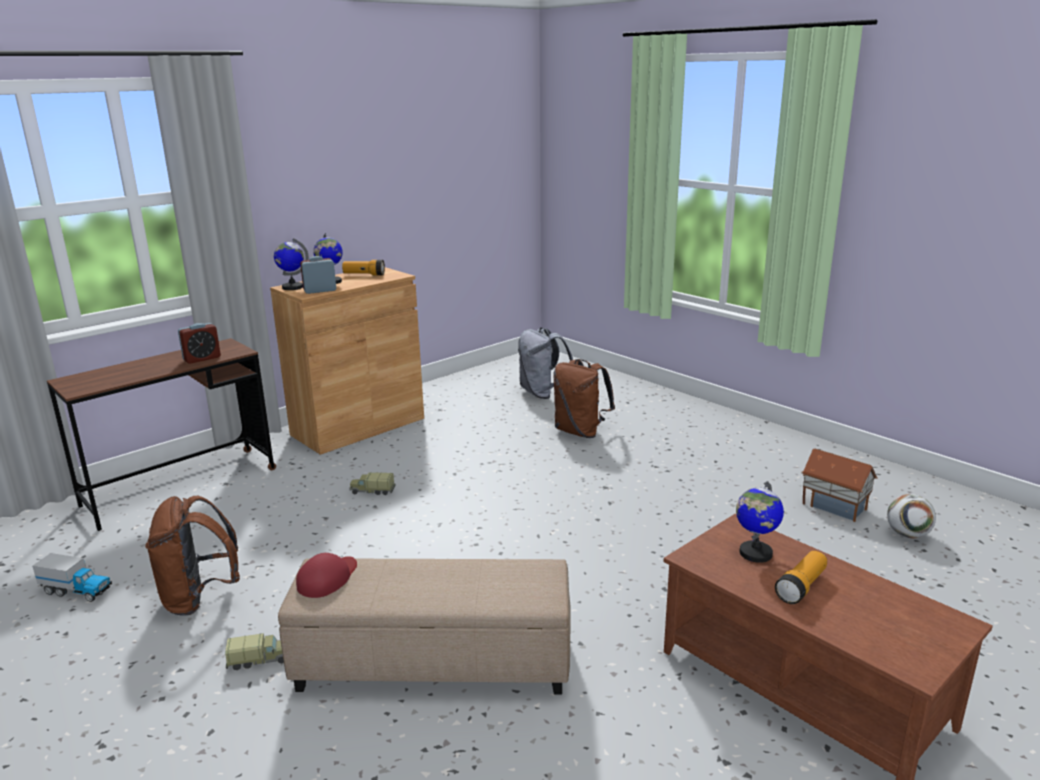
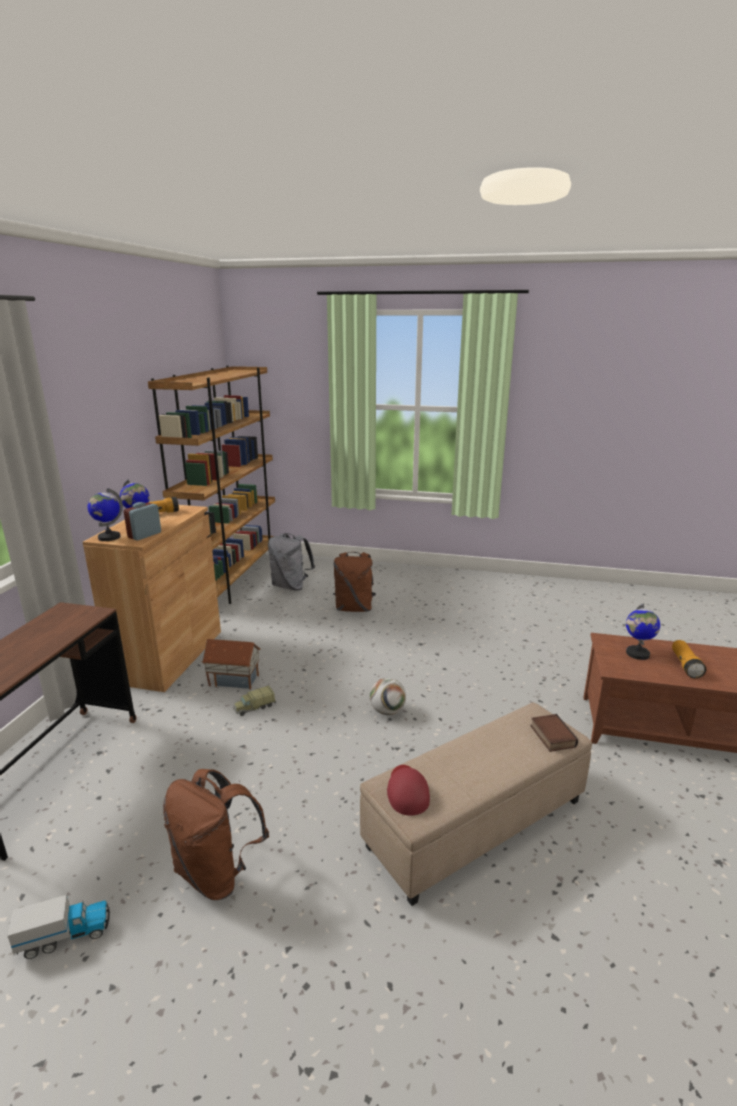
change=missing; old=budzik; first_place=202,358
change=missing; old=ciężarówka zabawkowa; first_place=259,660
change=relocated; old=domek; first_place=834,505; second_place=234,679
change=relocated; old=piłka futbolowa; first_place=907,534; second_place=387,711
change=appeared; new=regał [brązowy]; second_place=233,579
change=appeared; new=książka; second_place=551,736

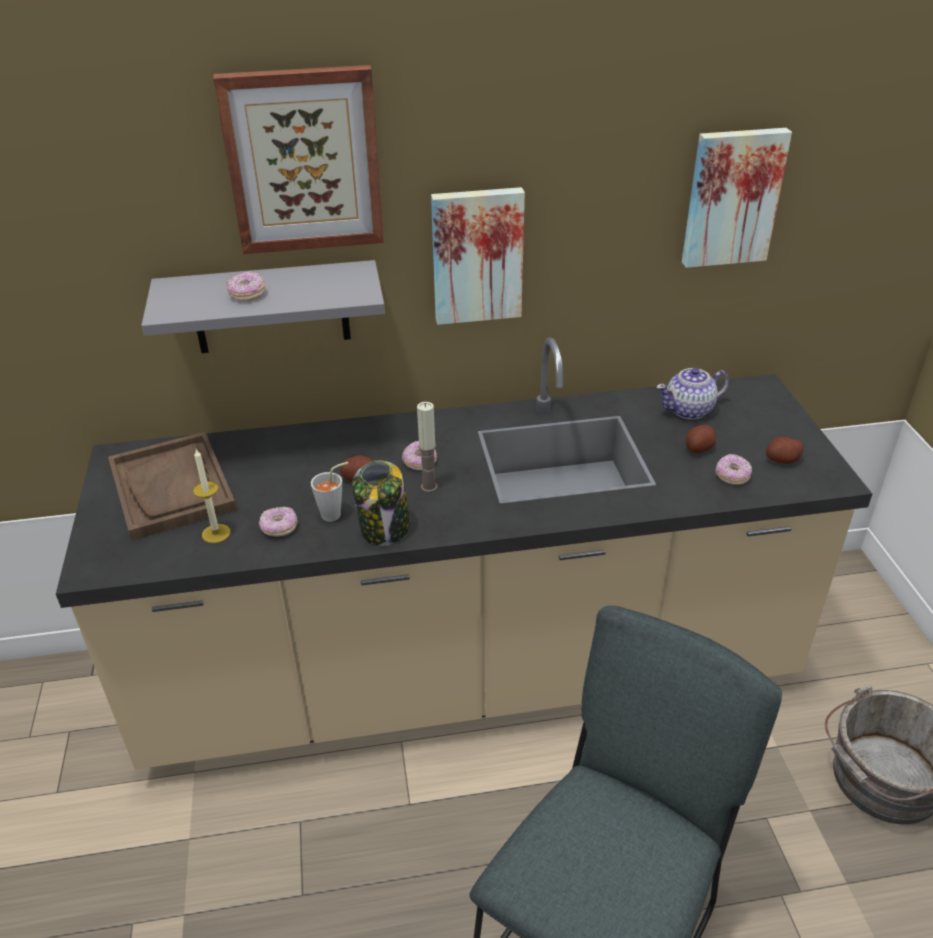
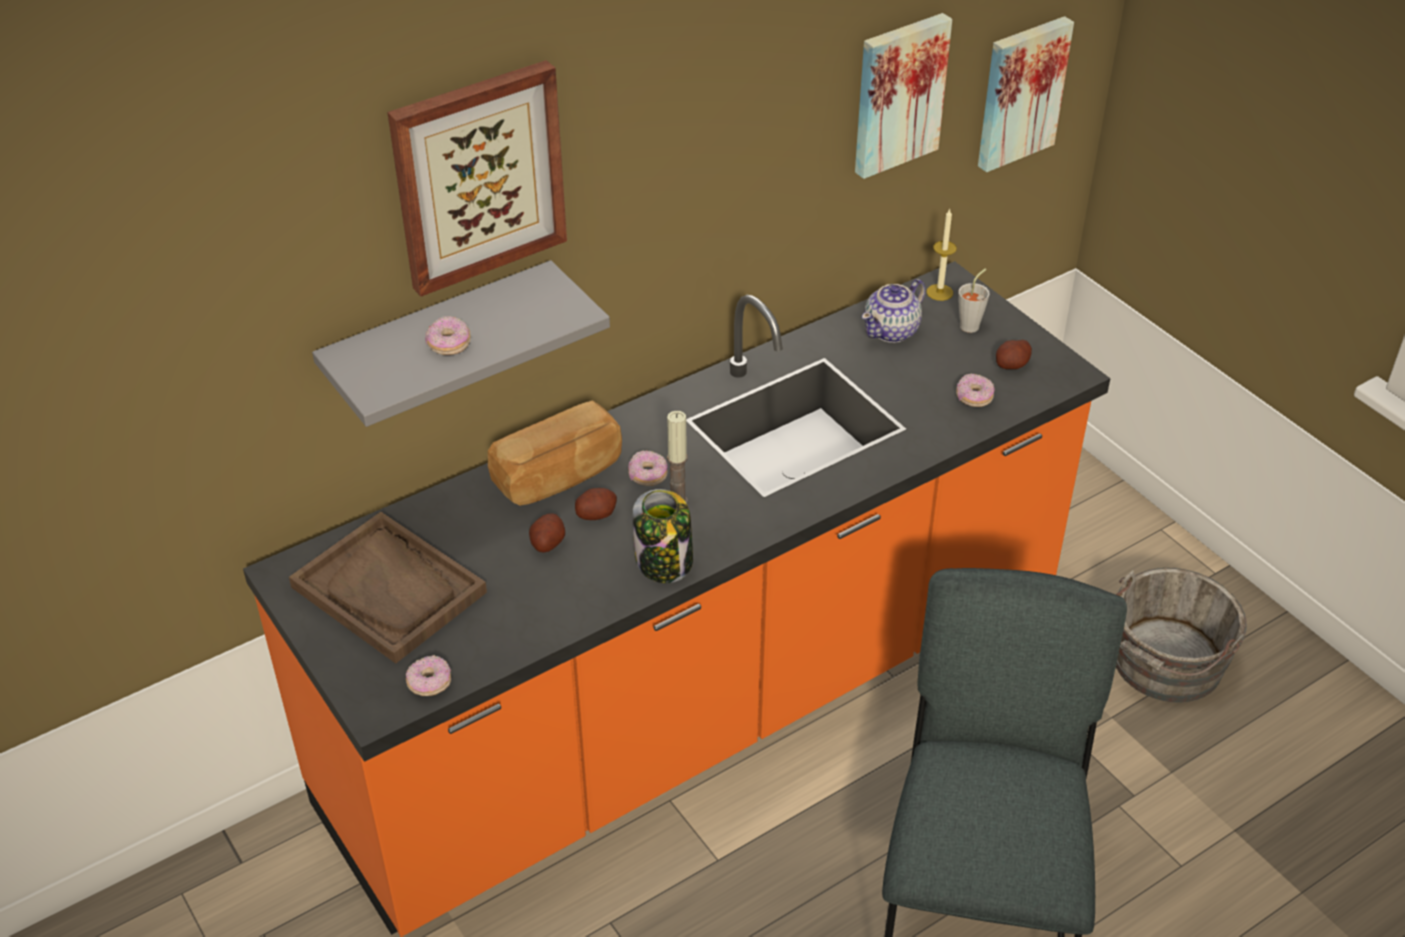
change=colour; old=zabudowa kuchenna [beżowy]; new=zabudowa kuchenna [pomarańczowy]; first_place=469,674; second_place=702,701
change=relocated; old=świeca; first_place=216,533; second_place=939,292
change=relocated; old=donut; first_place=279,528; second_place=430,683
change=relocated; old=filiżanka [szary]; first_place=335,514; second_place=972,324
change=relocated; old=obraz; first_place=477,255; second_place=1020,92
change=relocated; old=ziemniak; first_place=698,448; second_place=547,543
change=appeared; new=chleb; second_place=559,475

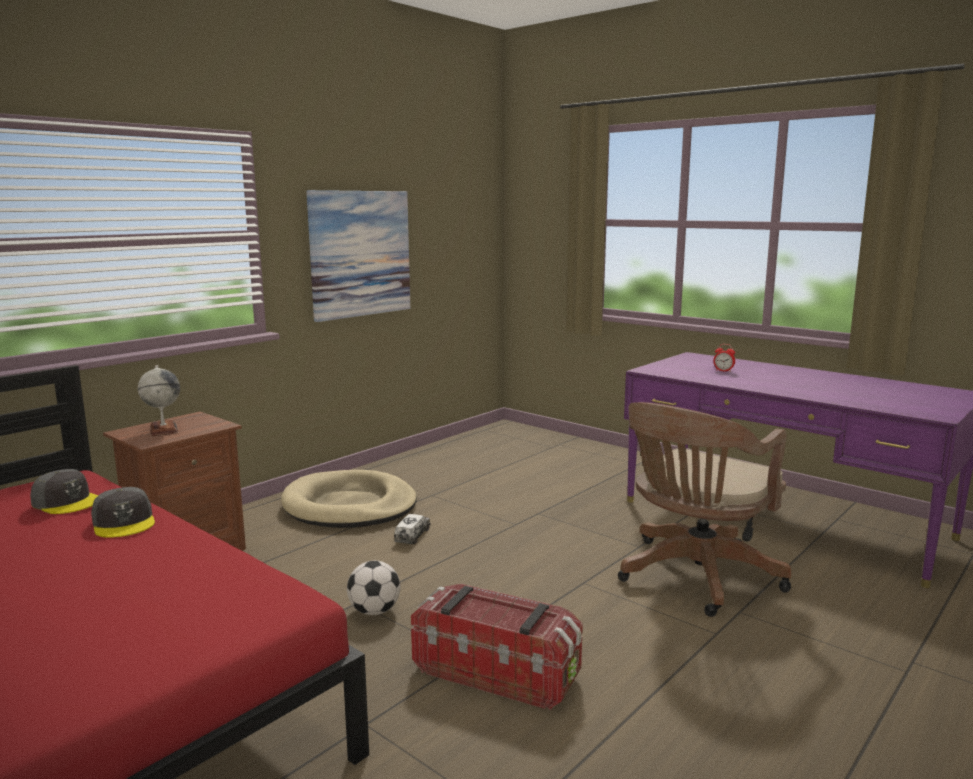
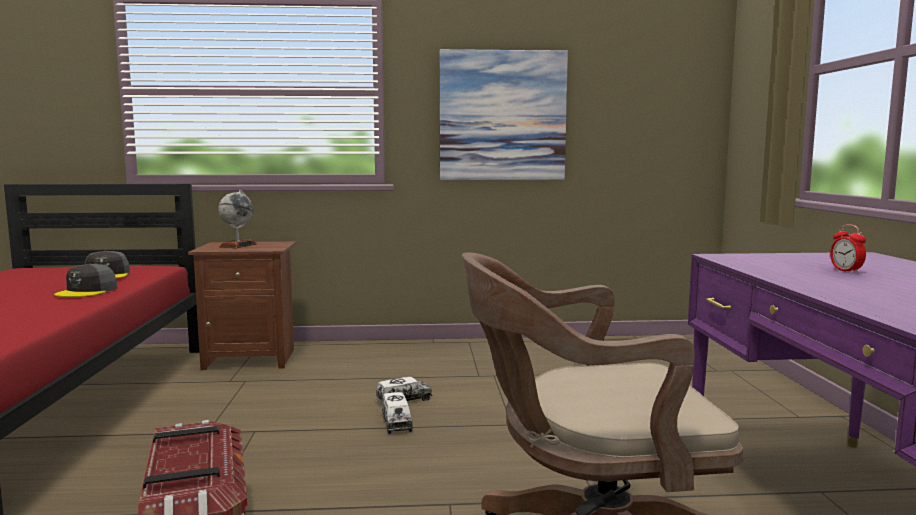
change=missing; old=legowisko [beżowy]; first_place=349,506
change=missing; old=piłka futbolowa; first_place=374,611
change=appeared; new=ciężarówka zabawkowa; second_place=396,423

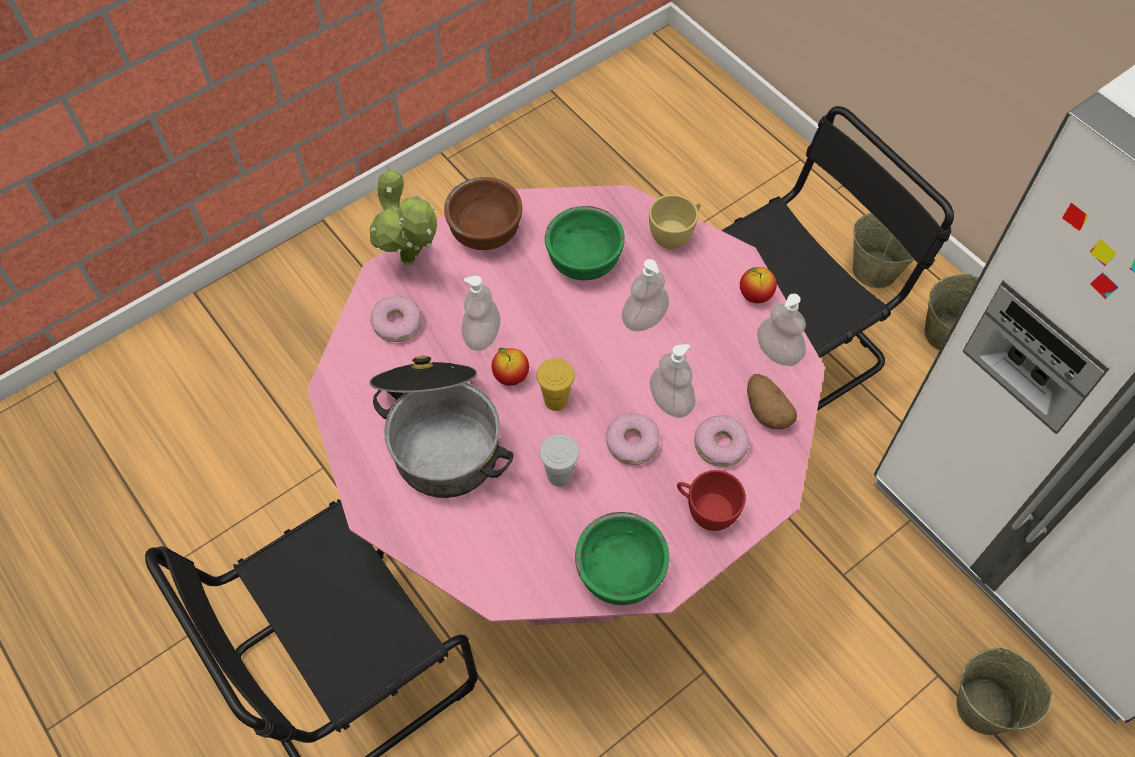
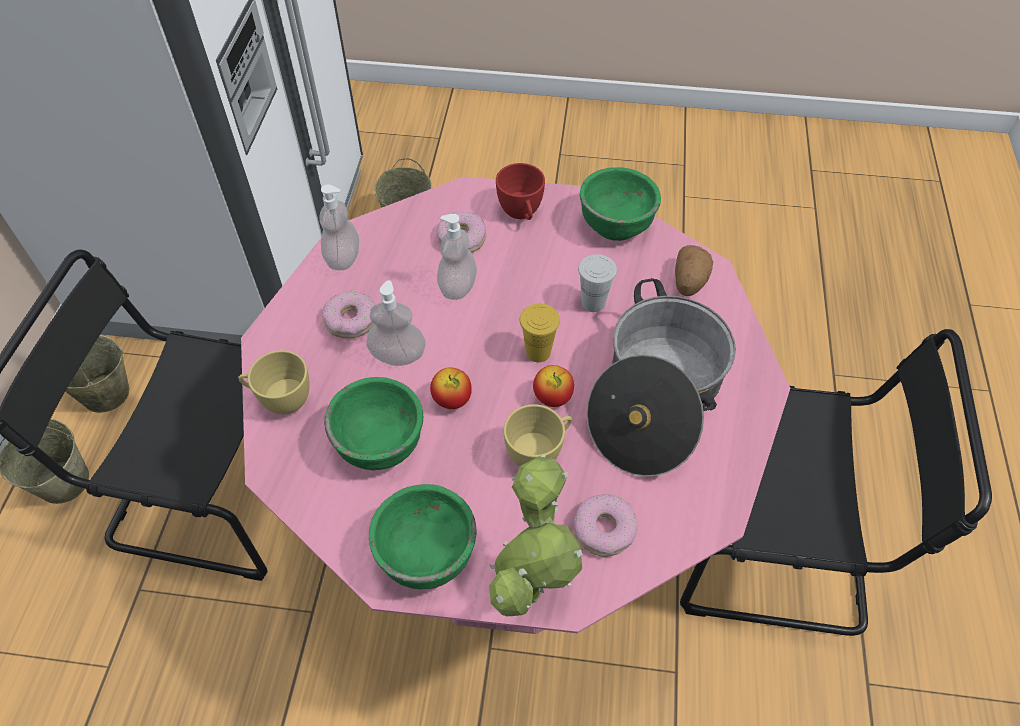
change=colour; old=miska [brązowy]; new=miska [zielony]; first_place=485,232; second_place=426,555
change=exchanged; old=dozownik mydła; new=filiżanka [żółty]; first_place=482,335; second_place=539,452
change=relocated; old=donut; first_place=632,443; second_place=351,320
change=relocated; old=jabłko; first_place=755,295; second_place=452,400
change=relocated; old=ziemniak; first_place=766,410; second_place=689,282

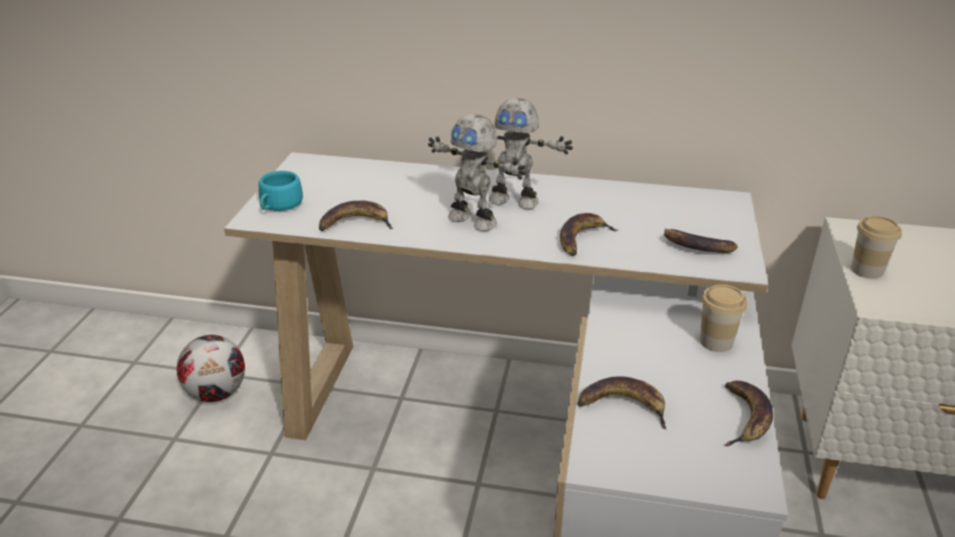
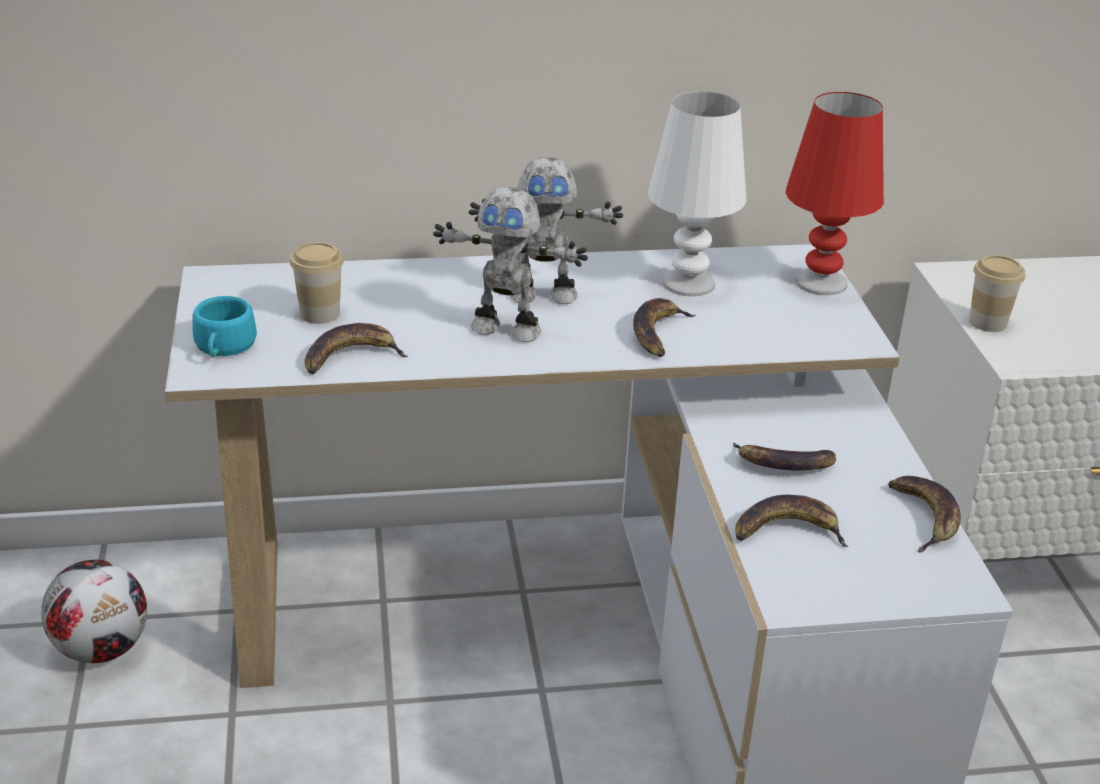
change=relocated; old=banan; first_place=696,247; second_place=783,464
change=relocated; old=filiżanka; first_place=716,341; second_place=320,313
change=appeared; new=lampa stołowa [biały]; second_place=687,283
change=appeared; new=lampa stołowa [czerwony]; second_place=821,282

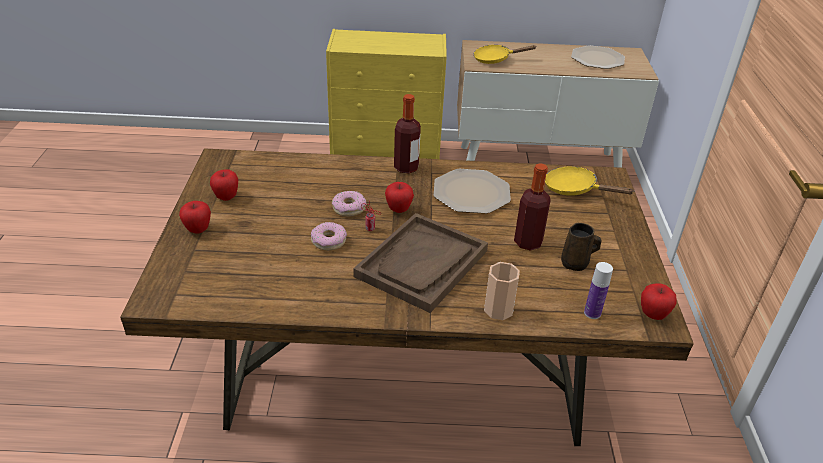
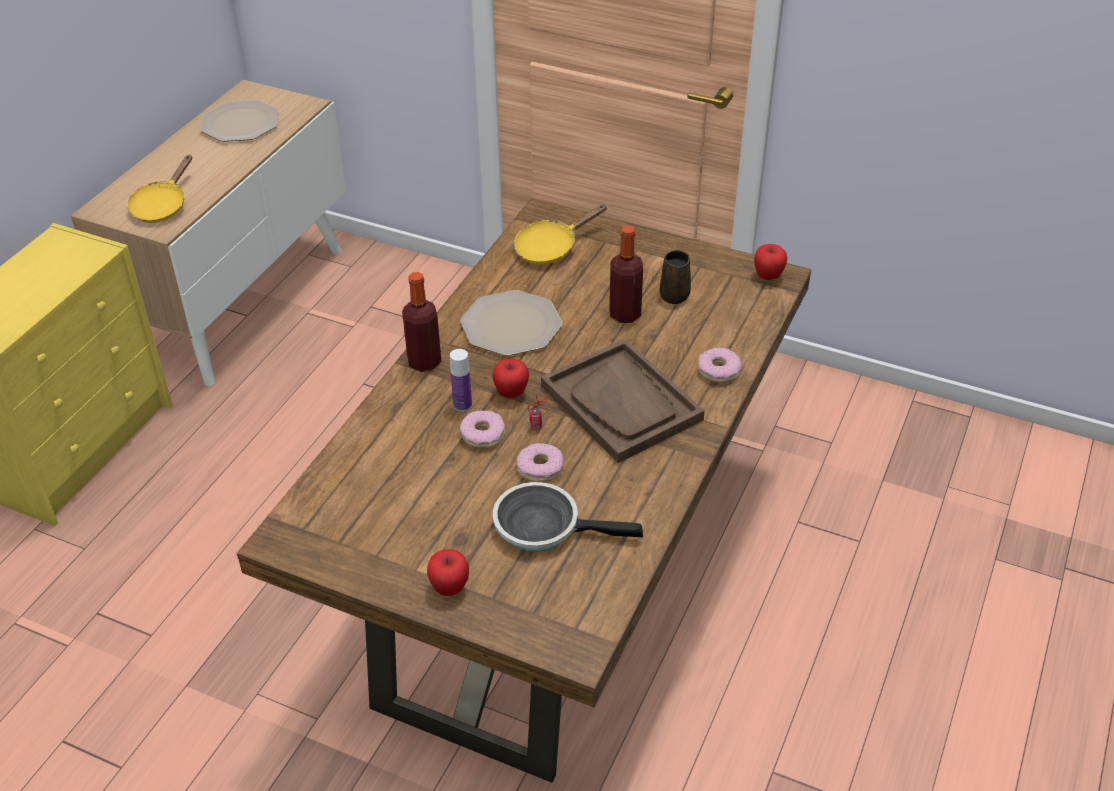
change=missing; old=jabłko; first_place=226,197
change=exchanged; old=filiżanka; new=donut; first_place=498,309; second_place=719,370
change=relocated; old=butelka; first_place=592,313; second_place=462,405
change=appeared; new=patelnia; second_place=544,526

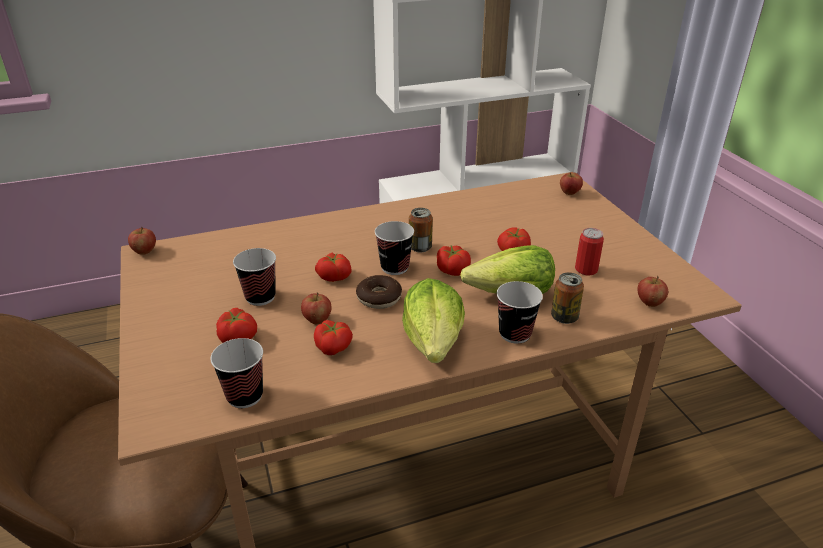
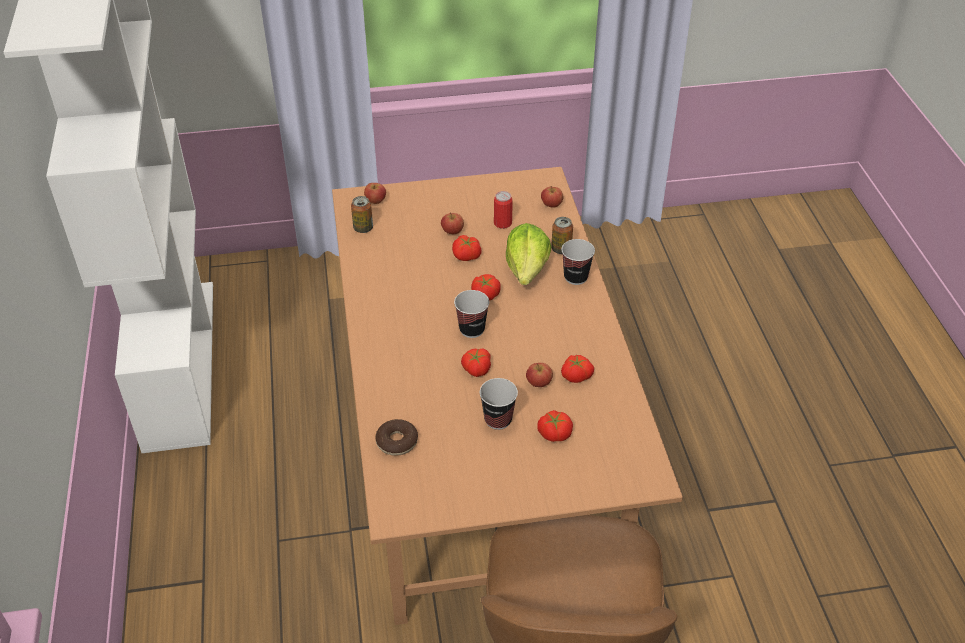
change=relocated; old=jabłko; first_place=144,251; second_place=452,232
change=missing; old=filiżanka; first_place=245,396
change=relocated; old=donut; first_place=379,298; second_place=397,442
change=missing; old=sałata; first_place=434,342
change=relocated; old=puszka; first_place=420,248; second_place=363,228

